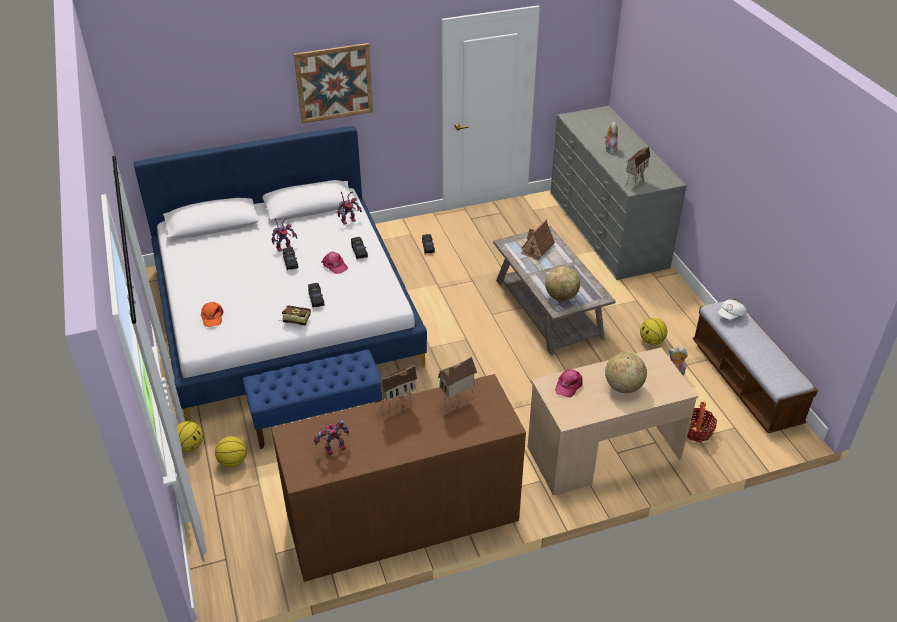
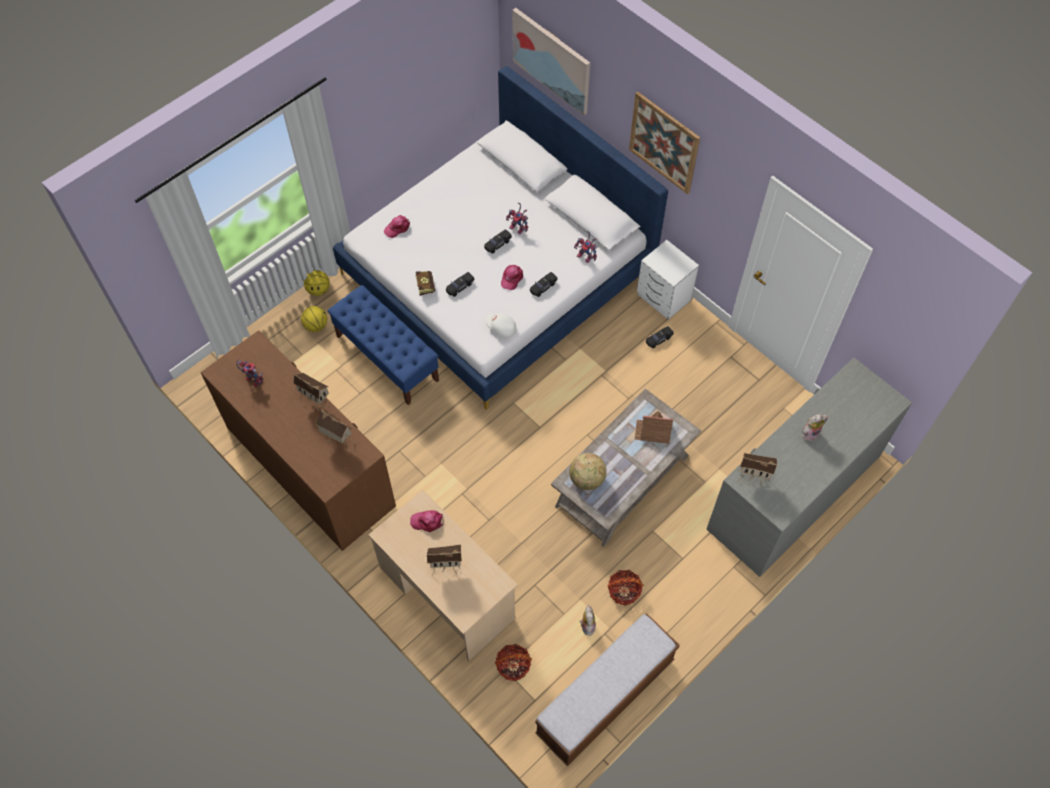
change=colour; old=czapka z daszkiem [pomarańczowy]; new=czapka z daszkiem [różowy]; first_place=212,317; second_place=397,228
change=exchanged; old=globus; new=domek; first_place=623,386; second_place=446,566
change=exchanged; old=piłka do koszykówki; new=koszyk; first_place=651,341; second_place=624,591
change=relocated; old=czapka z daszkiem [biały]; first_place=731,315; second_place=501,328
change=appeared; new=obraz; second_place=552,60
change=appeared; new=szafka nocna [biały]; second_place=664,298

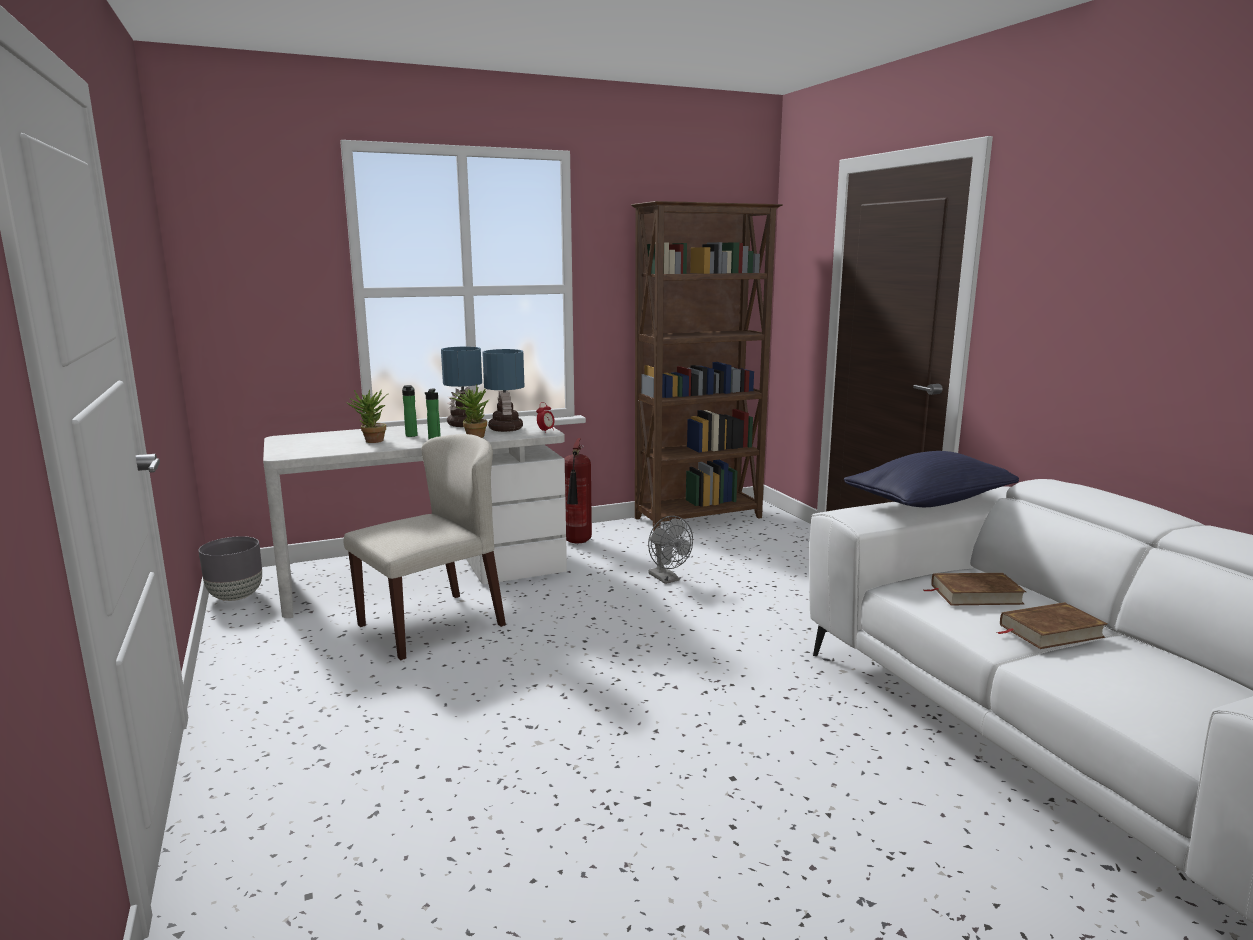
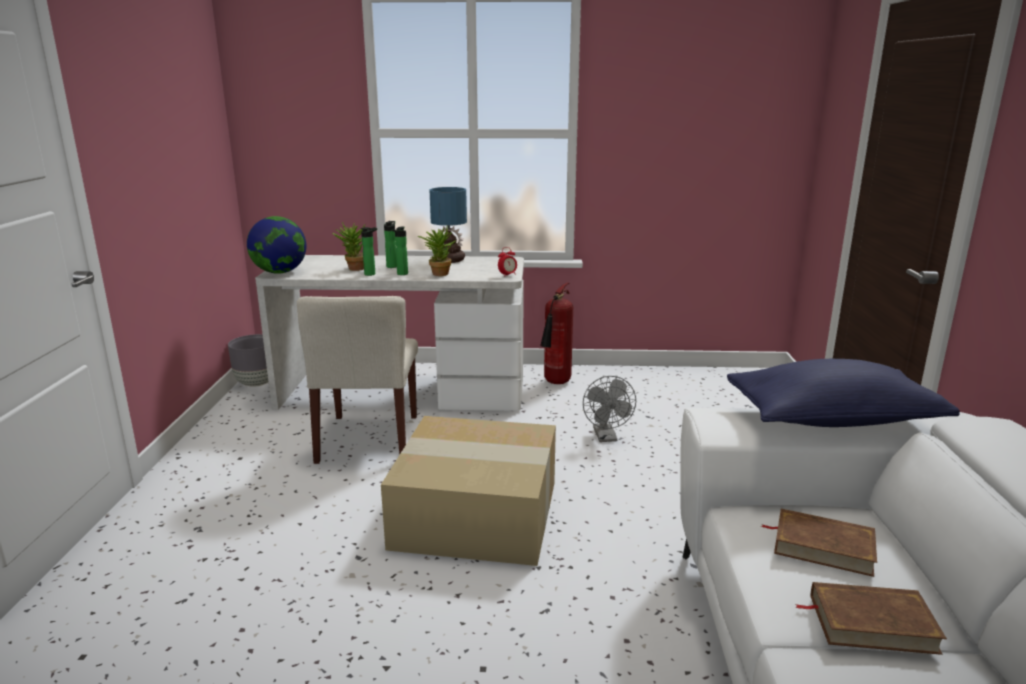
change=spun; old=krzesło [beżowy]; first_place=432,624; second_place=369,439; degrees=105
change=missing; old=lampa stołowa; first_place=506,429
change=missing; old=regał [brązowy]; first_place=700,518
change=appeared; new=globus; second_place=280,272
change=appeared; new=butelka; second_place=371,274
change=appeared; new=karton; second_place=479,513

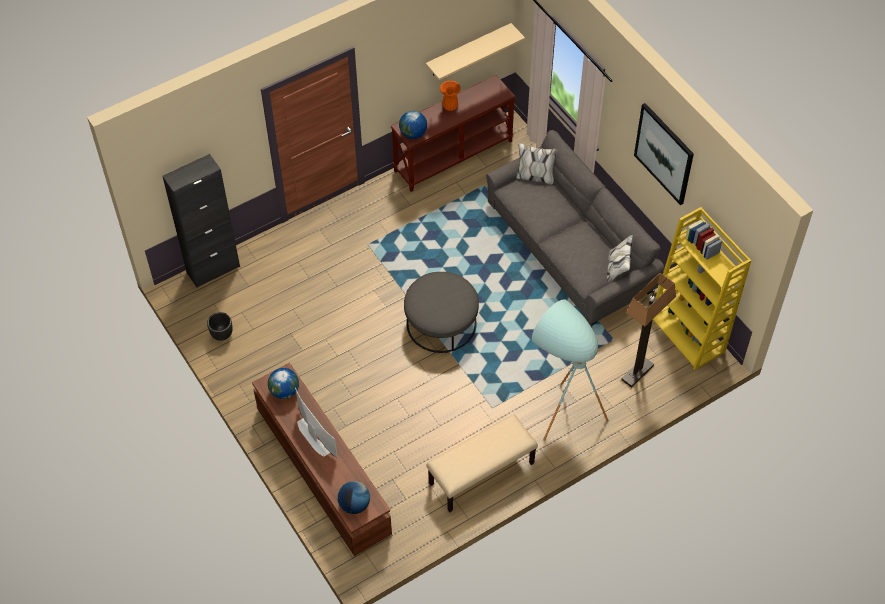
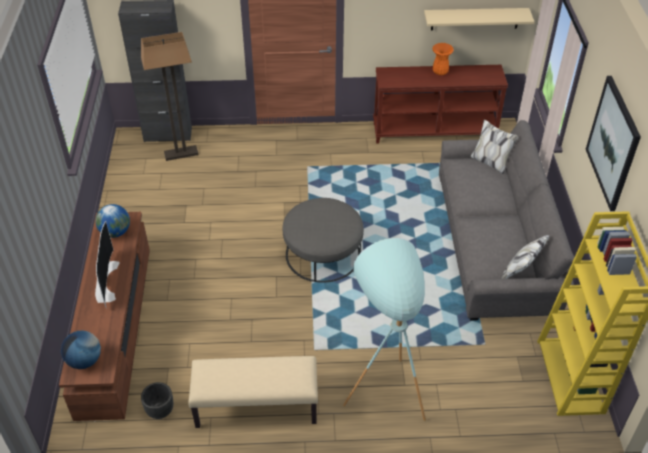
change=relocated; old=donica [czarny]; first_place=222,335; second_place=160,411
change=missing; old=globus; first_place=413,134
change=relocated; old=lampa stojąca; first_place=637,372; second_place=181,153

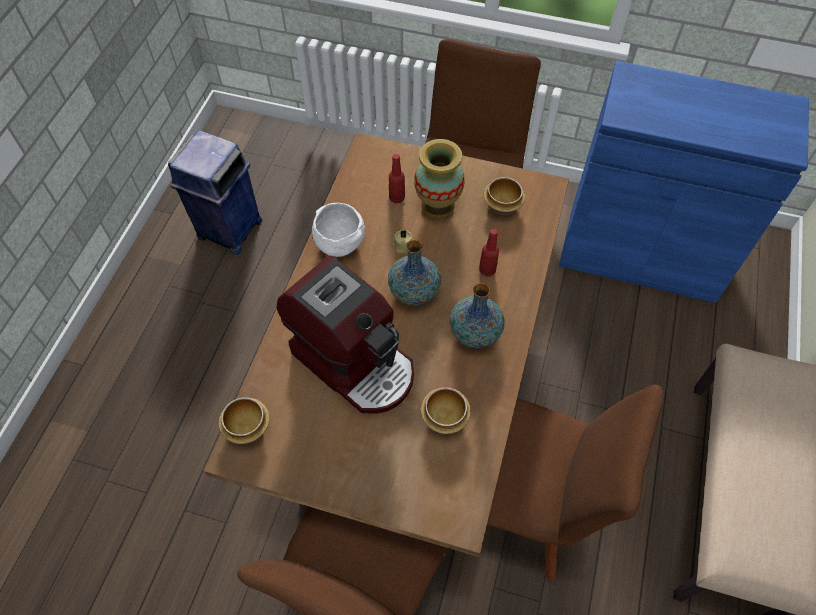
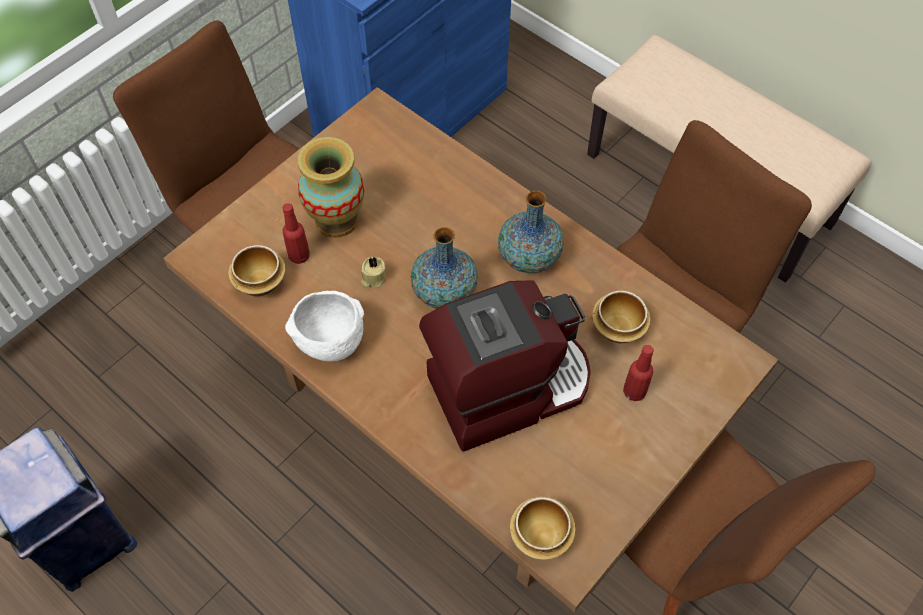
change=relocated; old=butelka [czerwony]; first_place=487,270; second_place=634,392
change=relocated; old=miska; first_place=501,205; second_place=259,282

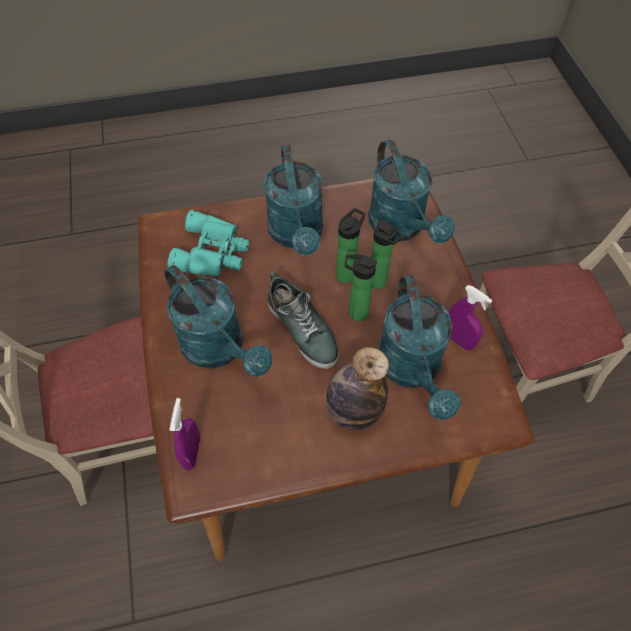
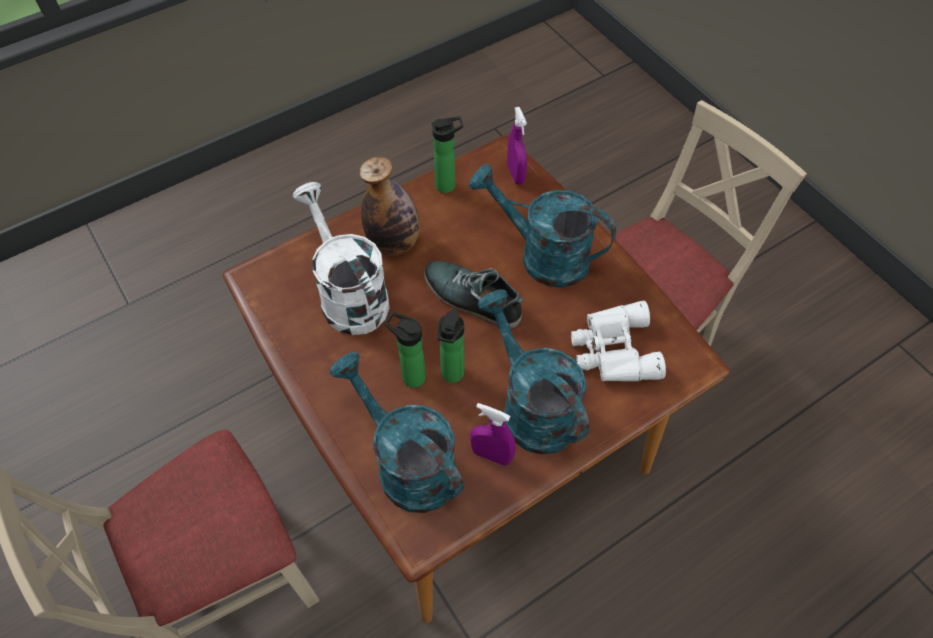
change=colour; old=lornetka [turkusowy]; new=lornetka [biały]; first_place=213,252; second_place=612,350
change=relocated; old=butelka; first_place=355,312; second_place=448,185
change=colour; old=konewka [turkusowy]; new=konewka [biały]; first_place=412,370; second_place=348,294
change=relocated; old=spryskiwacz [fioletowy]; first_place=458,340; second_place=491,455

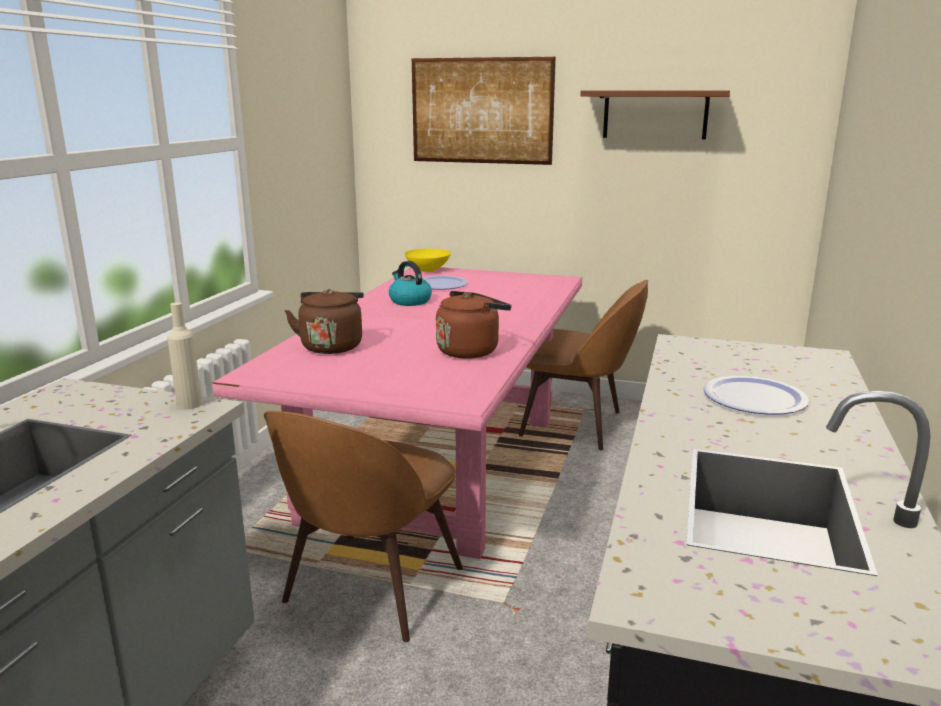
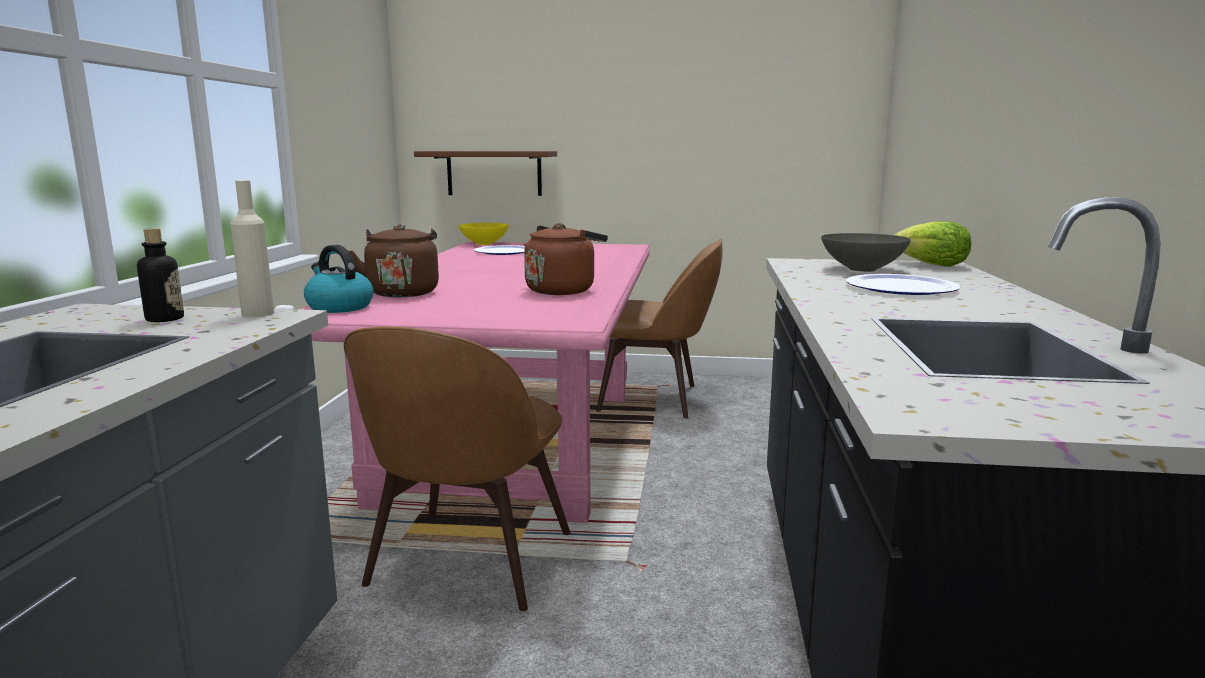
change=relocated; old=czajnik; first_place=409,301; second_place=339,307
change=missing; old=obraz; first_place=481,111
change=relocated; old=półka [brązowy]; first_place=655,114; second_place=494,173
change=appeared; new=butelka; second_place=165,319
change=appeared; new=miska [szary]; second_place=861,269
change=appeared; new=sałata; second_place=931,265

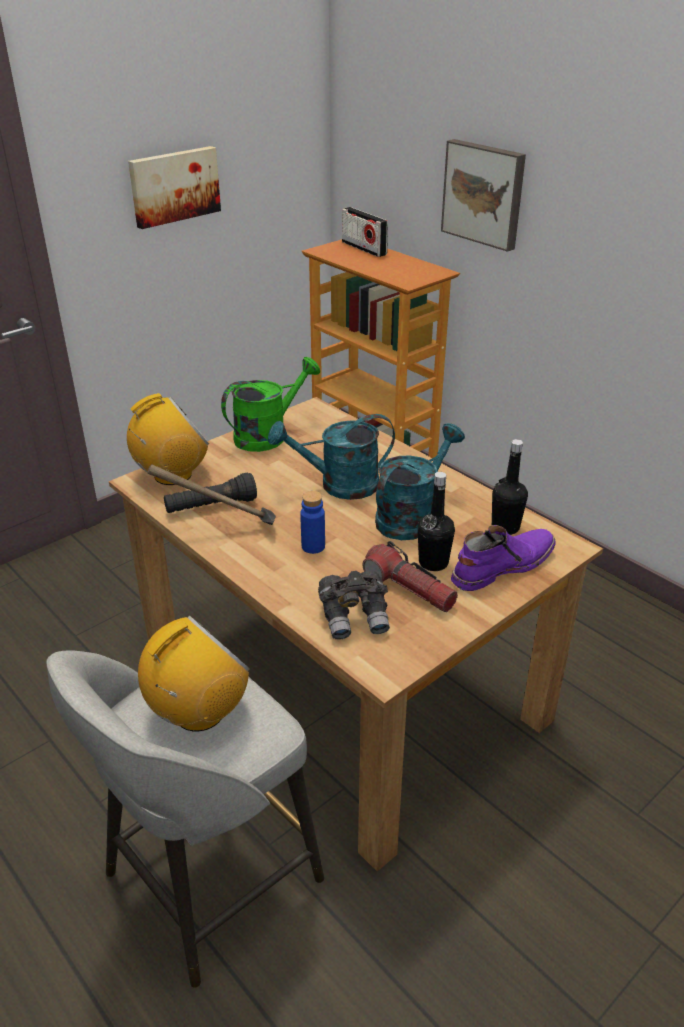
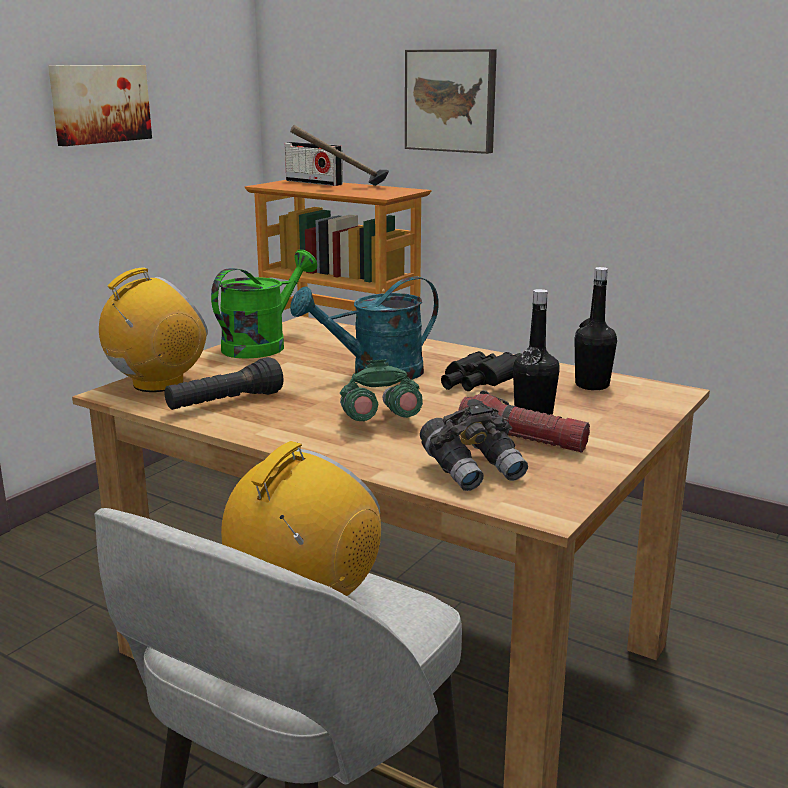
change=relocated; old=młotek; first_place=222,530; second_place=344,188
change=exchanged; old=butelka [niebieski]; new=lornetka [zielony]; first_place=313,546; second_place=378,421
change=exchanged; old=konewka [turkusowy]; new=lornetka [czarny]; first_place=411,516; second_place=479,387
change=missing; old=but z cholewką [fioletowy]; first_place=501,566

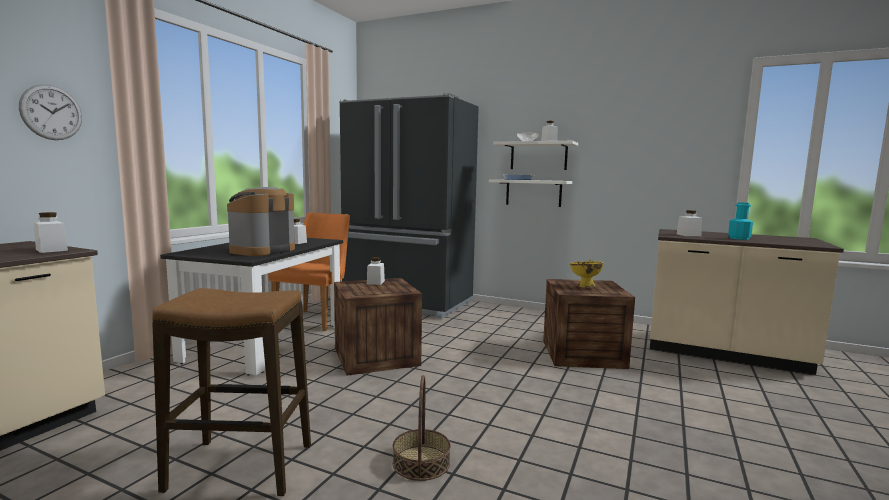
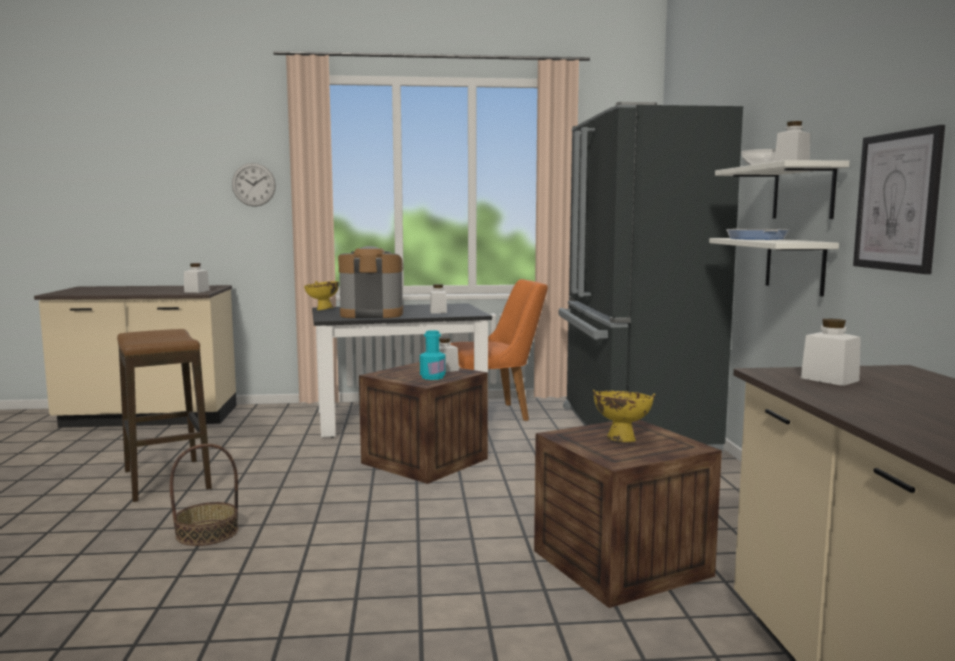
change=relocated; old=butelka [turkusowy]; first_place=739,238; second_place=432,377
change=appeared; new=miska [żółty]; second_place=322,310
change=appeared; new=obraz; second_place=897,201

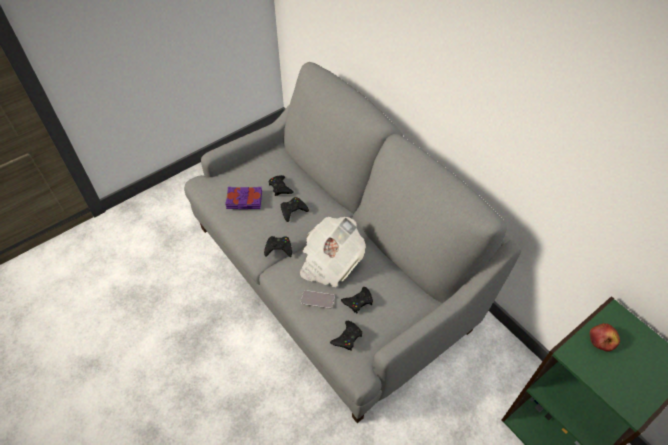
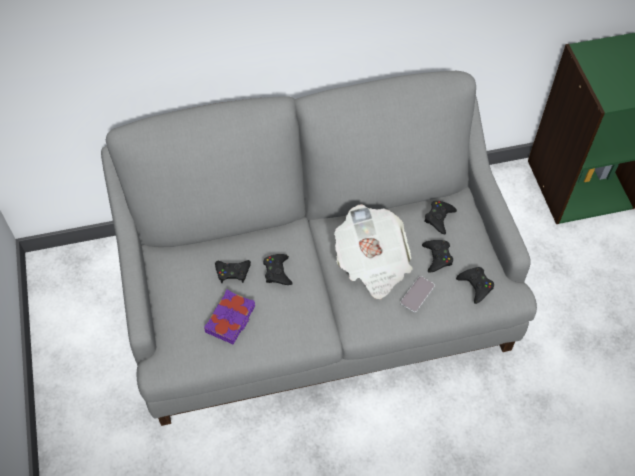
change=relocated; old=pad do gier [czarny]; first_place=278,248; second_place=439,218
change=missing; old=jabłko; first_place=602,340

